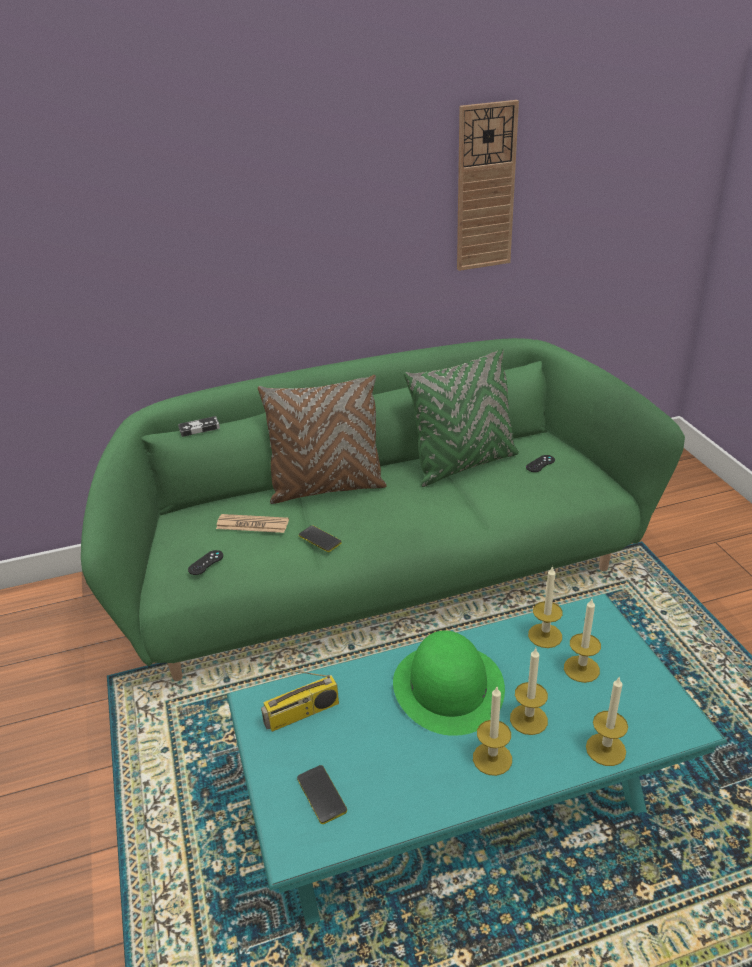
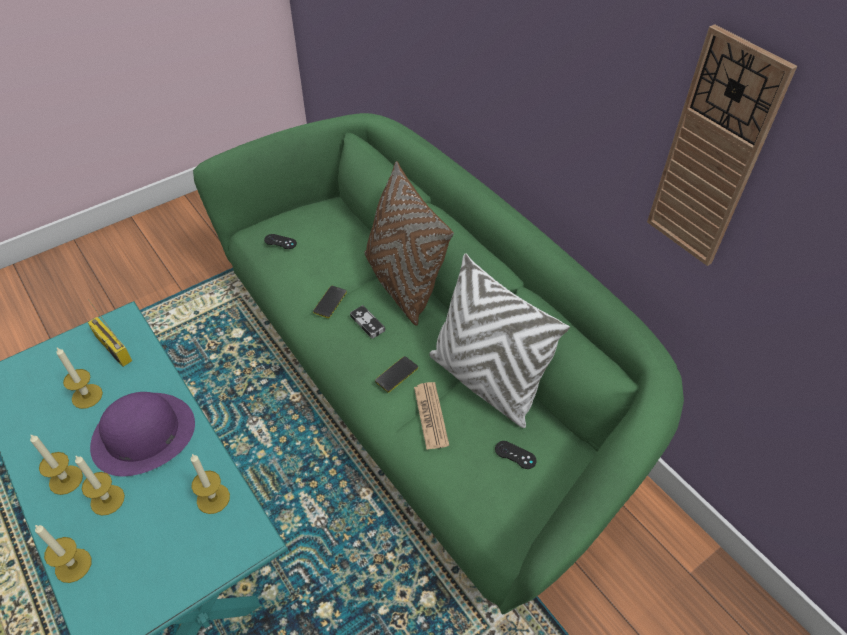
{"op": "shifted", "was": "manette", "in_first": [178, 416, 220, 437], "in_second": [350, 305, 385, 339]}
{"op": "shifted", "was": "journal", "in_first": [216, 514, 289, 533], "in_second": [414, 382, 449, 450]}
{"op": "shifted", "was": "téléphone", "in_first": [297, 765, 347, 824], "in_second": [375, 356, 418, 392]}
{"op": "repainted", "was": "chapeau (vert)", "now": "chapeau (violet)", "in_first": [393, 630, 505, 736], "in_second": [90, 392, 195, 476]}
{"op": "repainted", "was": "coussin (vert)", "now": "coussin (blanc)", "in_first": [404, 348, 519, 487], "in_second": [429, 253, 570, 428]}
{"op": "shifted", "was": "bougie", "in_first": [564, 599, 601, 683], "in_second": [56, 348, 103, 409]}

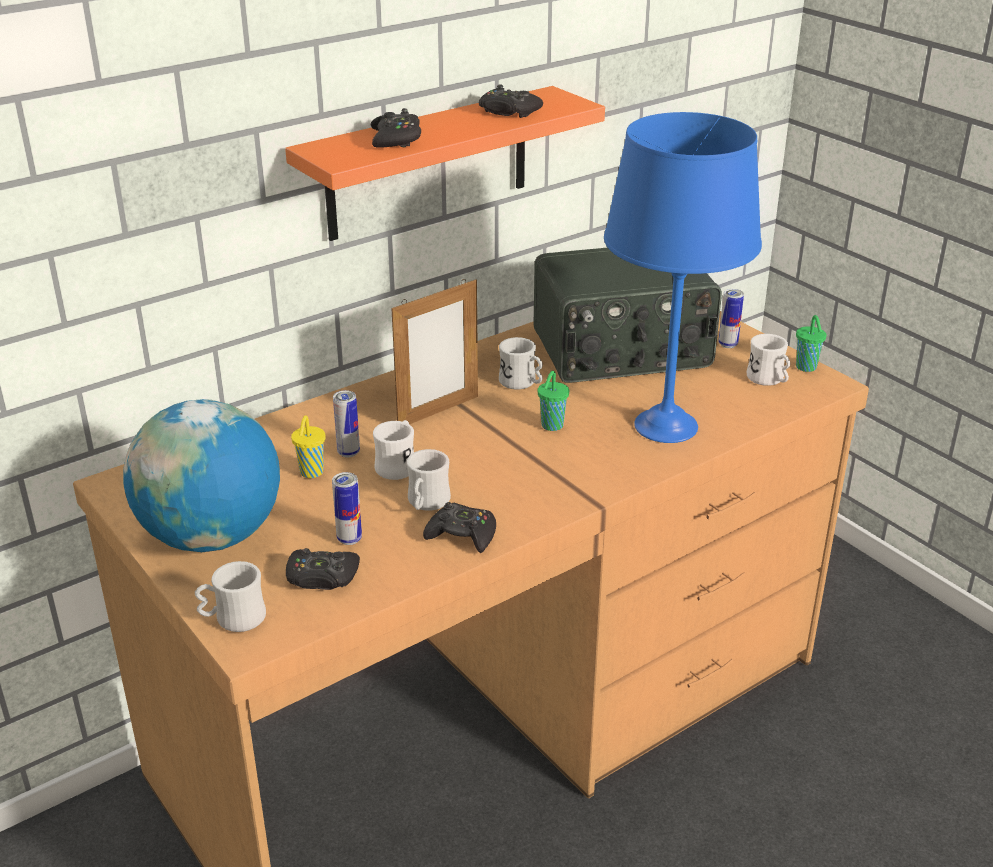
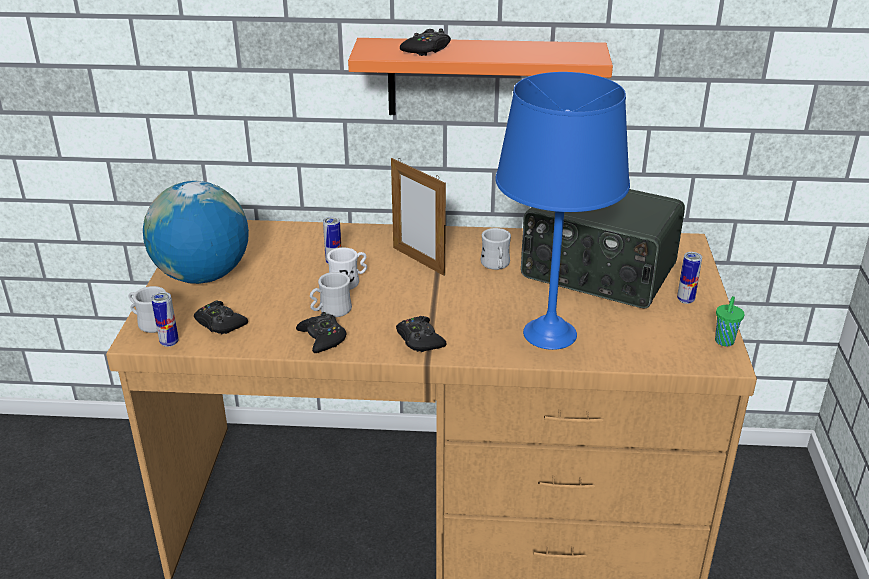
{"op": "gone", "was": "tasse (jaune)", "in_first": [291, 416, 325, 478]}
{"op": "shifted", "was": "boîte métallique", "in_first": [332, 472, 362, 545], "in_second": [151, 292, 179, 347]}
{"op": "rotated", "was": "cadre photo", "in_first": [391, 279, 478, 424], "in_second": [391, 158, 446, 276], "clockwise": 45}
{"op": "shifted", "was": "manette (noir)", "in_first": [479, 84, 543, 118], "in_second": [396, 316, 447, 352]}
{"op": "gone", "was": "tasse (vert)", "in_first": [538, 371, 569, 431]}
{"op": "gone", "was": "mug (blanc)", "in_first": [747, 334, 790, 386]}

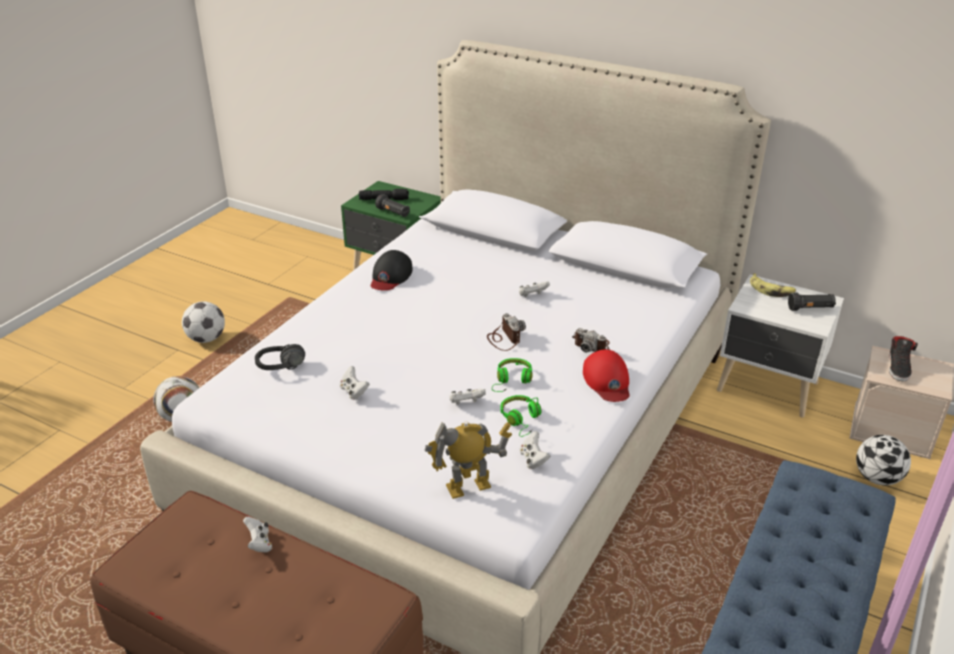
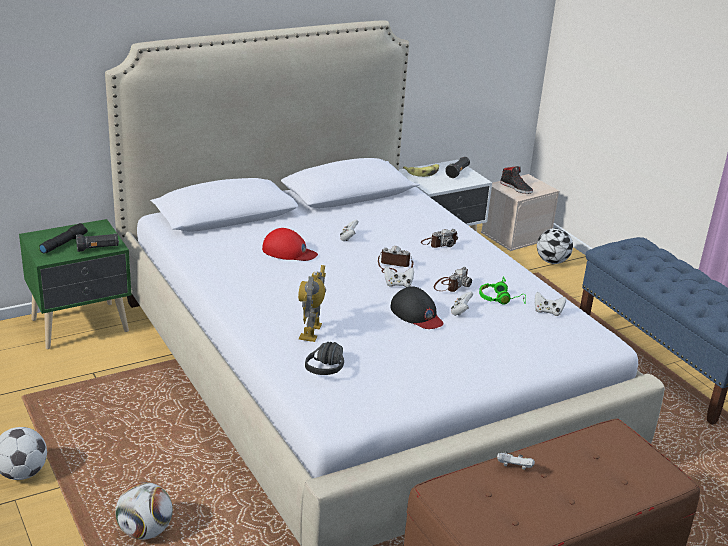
{"op": "shifted", "was": "manette (blanc)", "in_first": [340, 366, 369, 400], "in_second": [384, 267, 414, 287]}
{"op": "shifted", "was": "casquette (noir)", "in_first": [371, 250, 412, 291], "in_second": [391, 286, 443, 329]}
{"op": "shifted", "was": "robot jouet", "in_first": [425, 421, 512, 499], "in_second": [298, 265, 326, 342]}
{"op": "swapped", "was": "casque audio (vert)", "now": "appareil photo", "in_first": [492, 358, 532, 392], "in_second": [434, 267, 472, 292]}
{"op": "shifted", "was": "casquette (rouge)", "in_first": [583, 349, 629, 402], "in_second": [262, 228, 318, 261]}

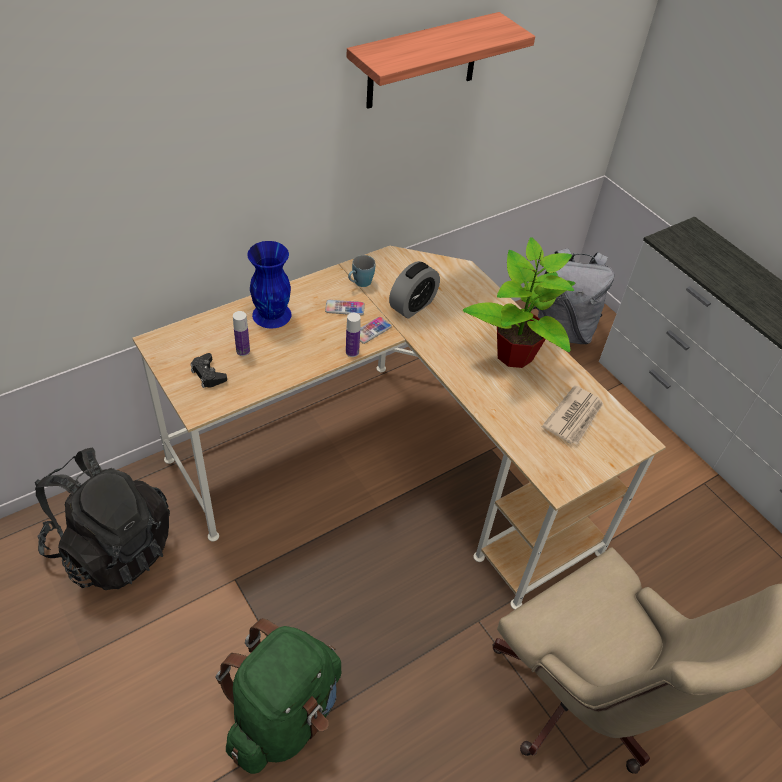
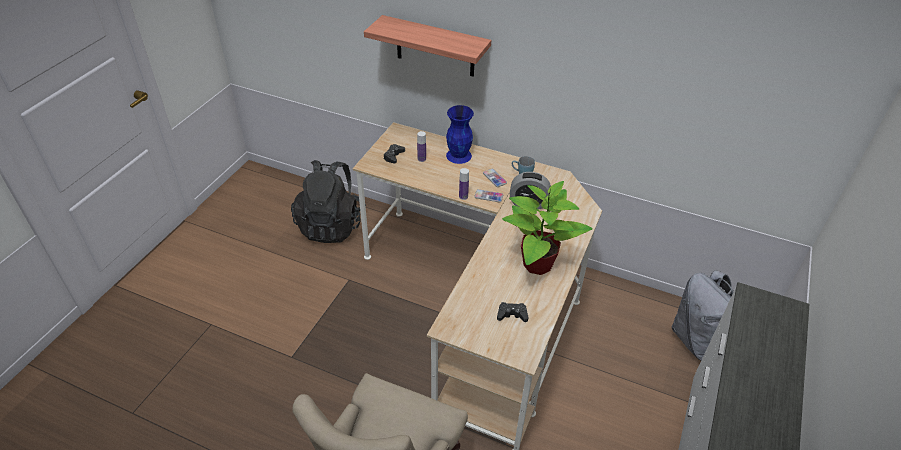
{"op": "gone", "was": "sac à dos (vert)", "in_first": [215, 618, 341, 774]}
{"op": "shifted", "was": "étagère", "in_first": [347, 12, 535, 109], "in_second": [364, 15, 491, 76]}
{"op": "swapped", "was": "journal", "now": "manette (noir)", "in_first": [542, 385, 603, 445], "in_second": [497, 302, 528, 322]}

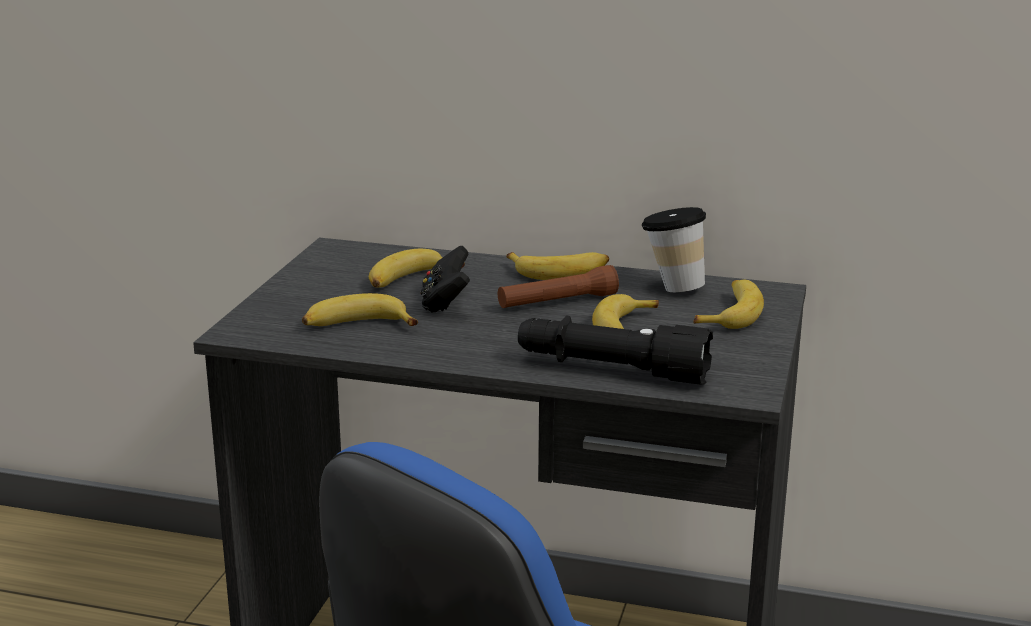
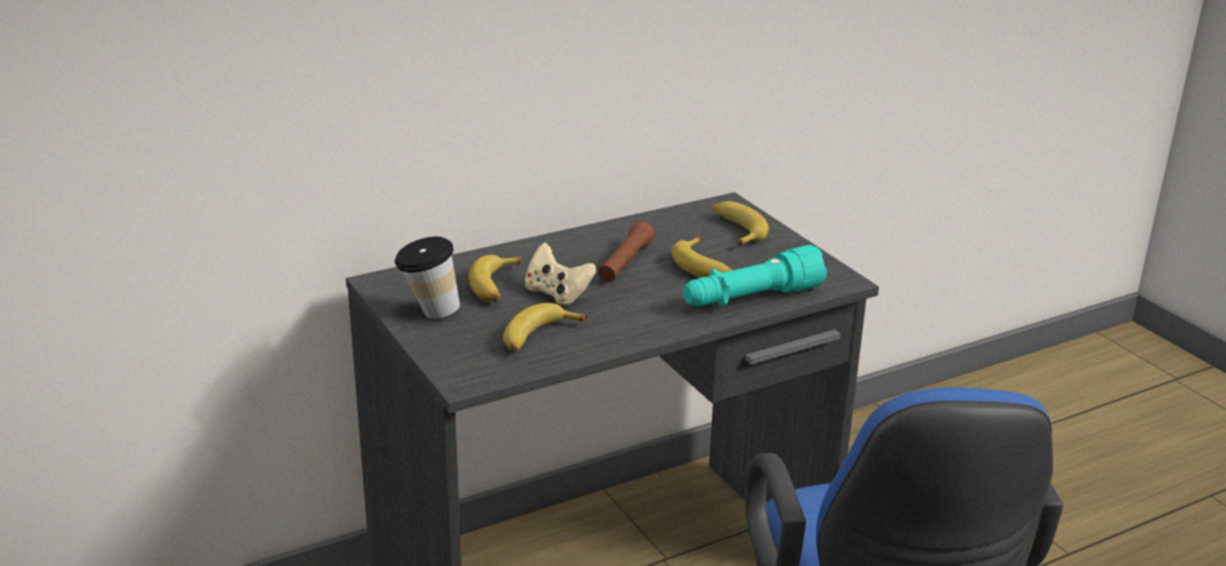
{"op": "repainted", "was": "manette (noir)", "now": "manette (beige)", "in_first": [420, 246, 470, 312], "in_second": [525, 242, 597, 305]}
{"op": "gone", "was": "banane", "in_first": [506, 252, 609, 280]}
{"op": "repainted", "was": "lampe de poche (noir)", "now": "lampe de poche (turquoise)", "in_first": [518, 316, 713, 385], "in_second": [683, 245, 827, 307]}
{"op": "shifted", "was": "tasse", "in_first": [642, 207, 706, 292], "in_second": [395, 237, 460, 319]}

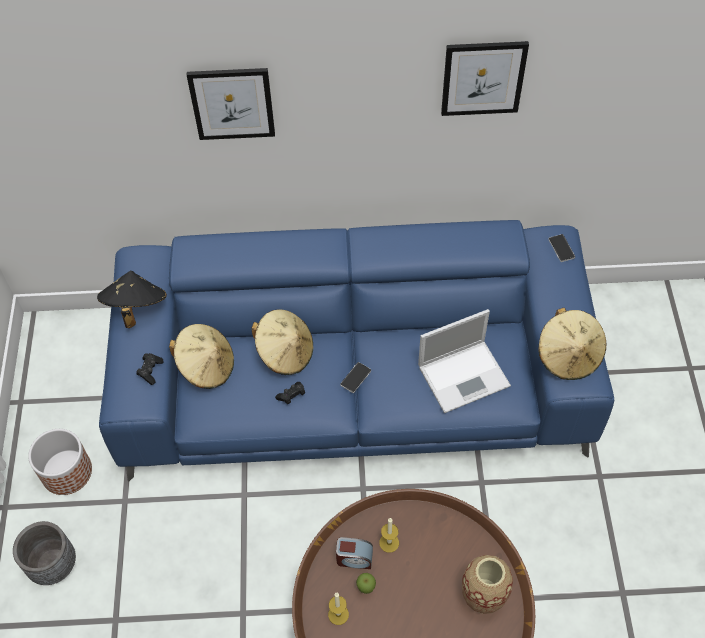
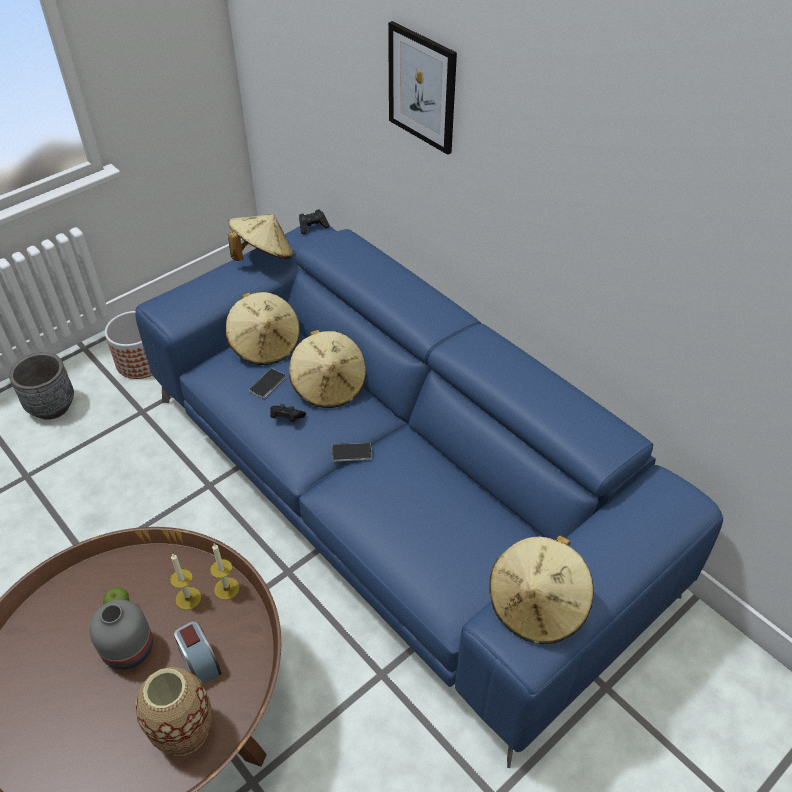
{"op": "repainted", "was": "chapeau (noir)", "now": "chapeau (beige)", "in_first": [97, 271, 167, 328], "in_second": [228, 214, 294, 261]}
{"op": "shifted", "was": "manette (noir)", "in_first": [136, 353, 164, 385], "in_second": [299, 209, 329, 234]}
{"op": "shifted", "was": "bougie", "in_first": [328, 593, 349, 625], "in_second": [210, 544, 240, 600]}
{"op": "shifted", "was": "réveil", "in_first": [336, 537, 373, 569], "in_second": [174, 621, 222, 684]}
{"op": "gone", "was": "ordinateur portable", "in_first": [418, 309, 511, 413]}
{"op": "gone", "was": "tableau", "in_first": [441, 41, 529, 116]}
{"op": "shifted", "was": "téléphone", "in_first": [548, 234, 575, 262], "in_second": [249, 368, 286, 398]}
{"op": "new", "now": "vase (gris)", "in_second": [89, 600, 153, 670]}

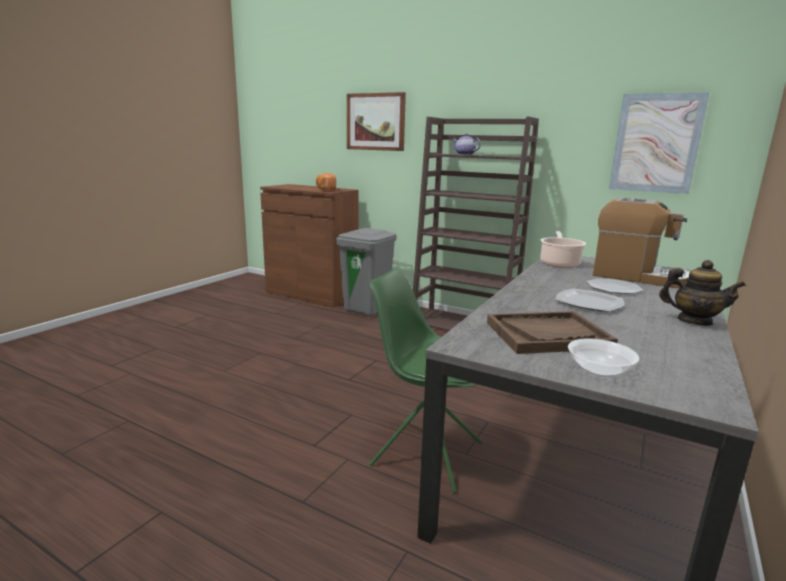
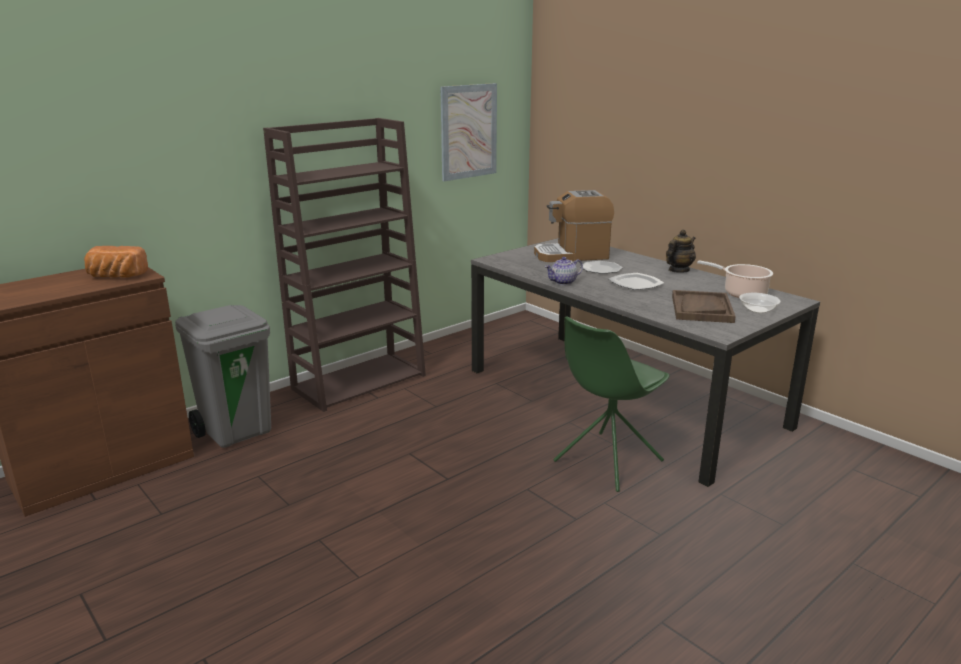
{"op": "gone", "was": "tableau", "in_first": [347, 92, 406, 151]}
{"op": "shifted", "was": "théière", "in_first": [453, 134, 481, 155], "in_second": [545, 257, 583, 285]}
{"op": "shifted", "was": "marmite", "in_first": [540, 231, 586, 268], "in_second": [697, 260, 773, 298]}
{"op": "rotated", "was": "machine à café", "in_first": [593, 198, 690, 289], "in_second": [534, 190, 614, 262], "clockwise": -150}

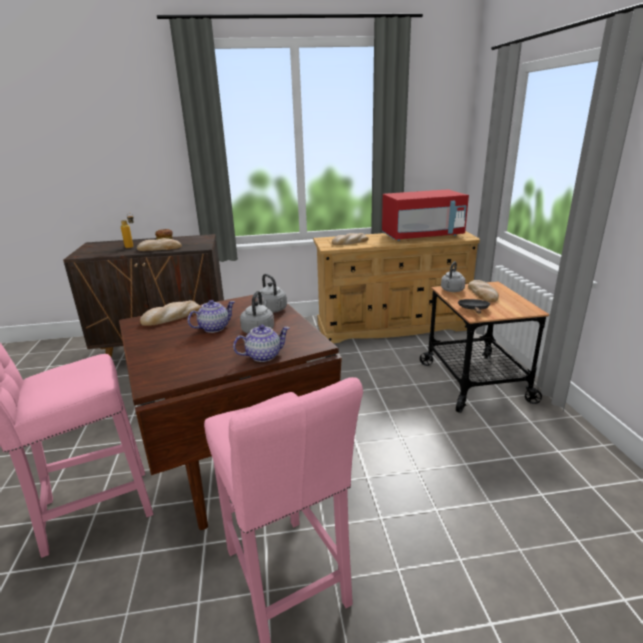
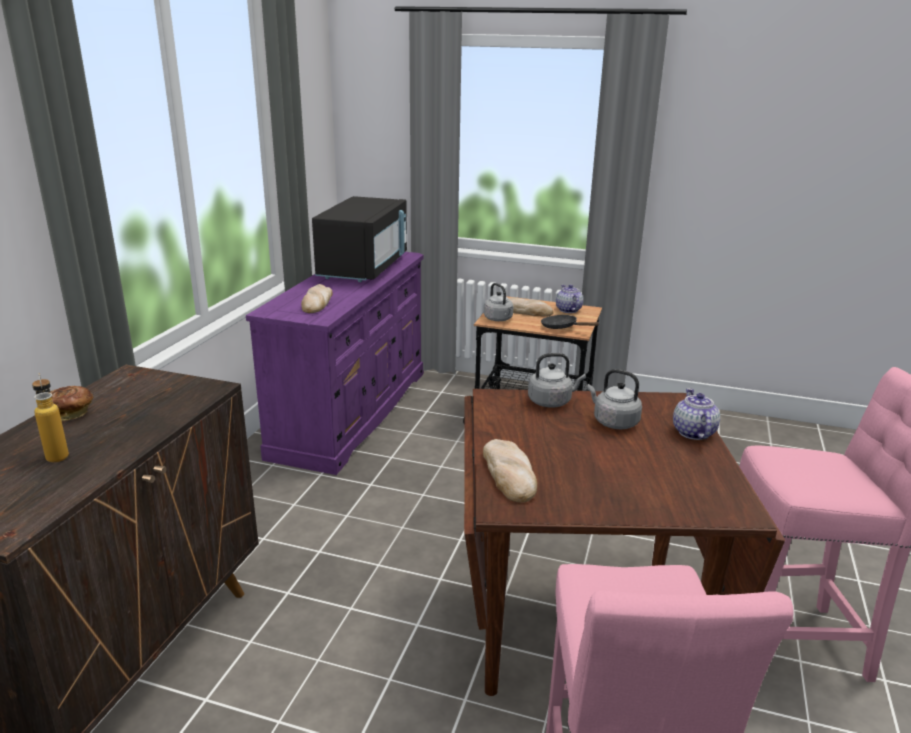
{"op": "gone", "was": "pain", "in_first": [137, 238, 182, 251]}
{"op": "shifted", "was": "théière", "in_first": [188, 300, 235, 333], "in_second": [556, 285, 583, 313]}
{"op": "repainted", "was": "commode (beige)", "now": "commode (violet)", "in_first": [313, 231, 480, 343], "in_second": [246, 252, 424, 475]}
{"op": "repainted", "was": "micro-ondes (rouge)", "now": "micro-ondes (noir)", "in_first": [382, 189, 469, 241], "in_second": [312, 196, 407, 282]}

